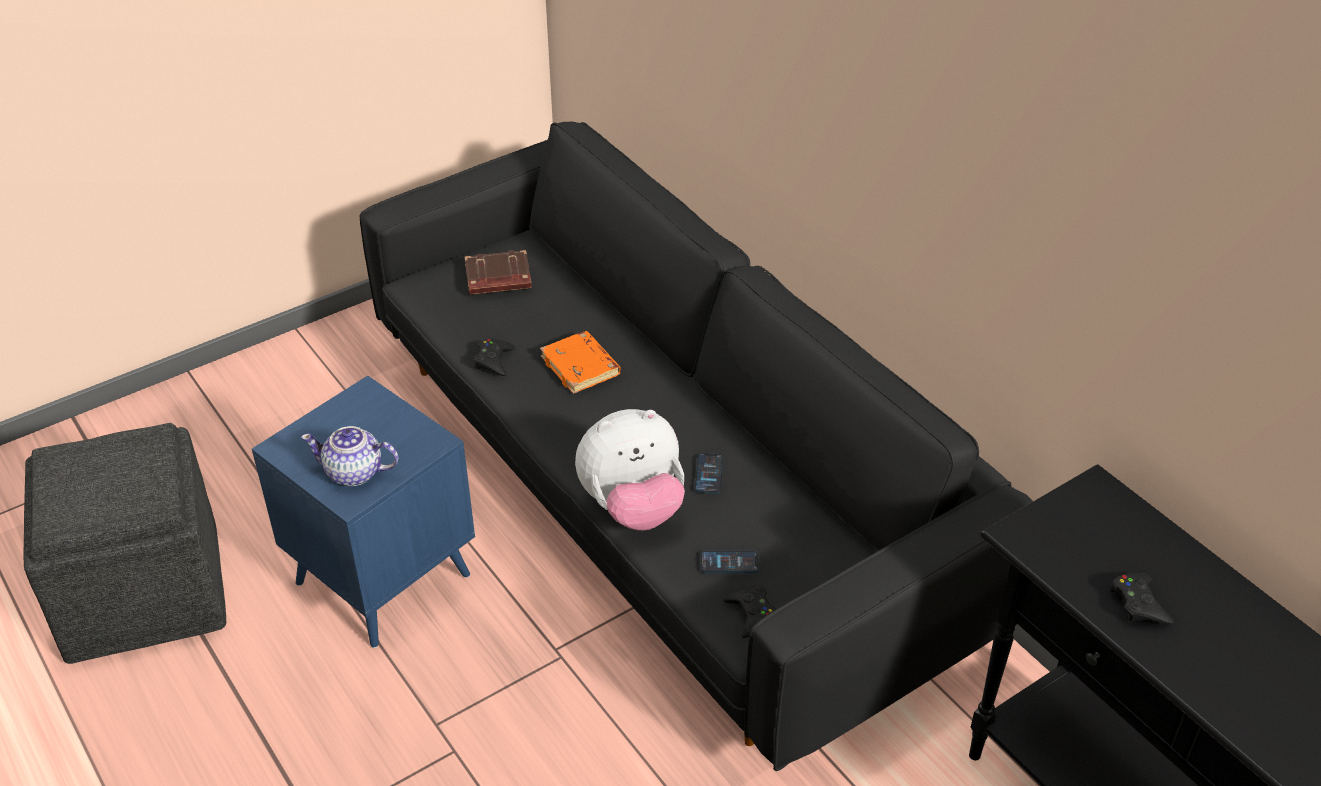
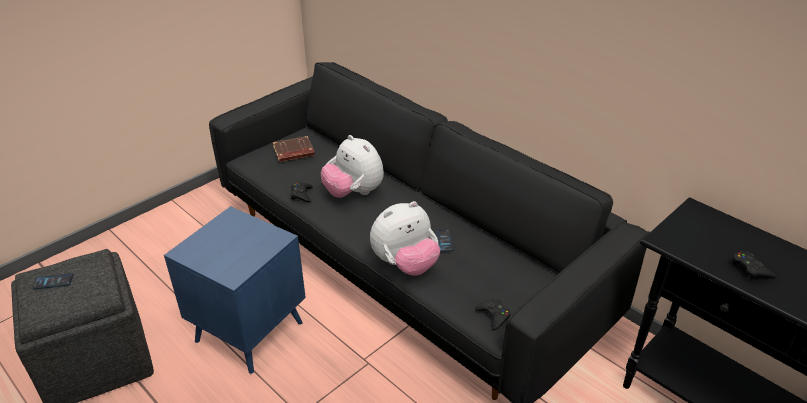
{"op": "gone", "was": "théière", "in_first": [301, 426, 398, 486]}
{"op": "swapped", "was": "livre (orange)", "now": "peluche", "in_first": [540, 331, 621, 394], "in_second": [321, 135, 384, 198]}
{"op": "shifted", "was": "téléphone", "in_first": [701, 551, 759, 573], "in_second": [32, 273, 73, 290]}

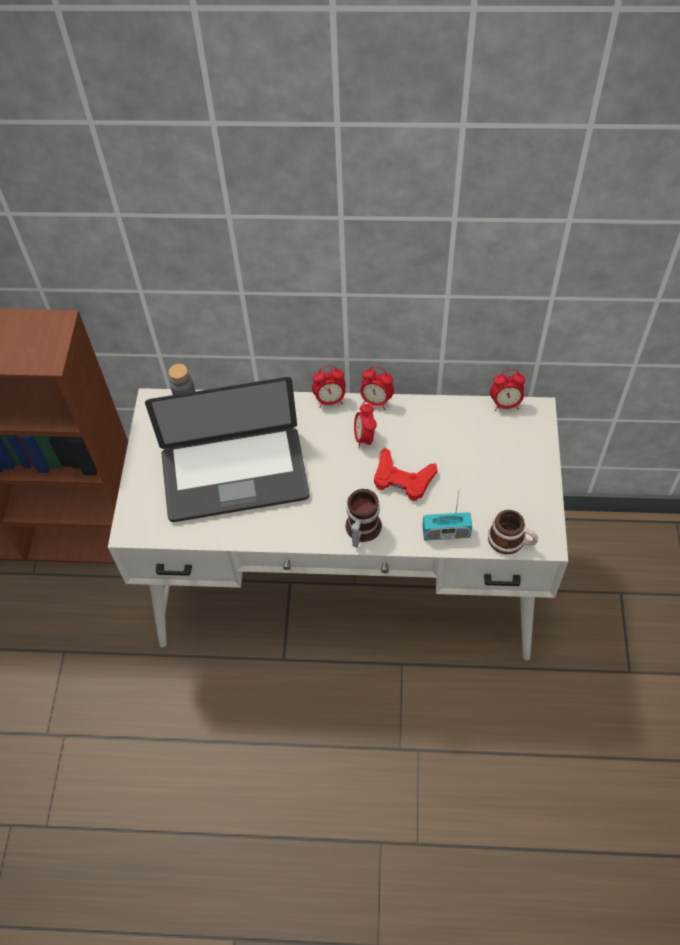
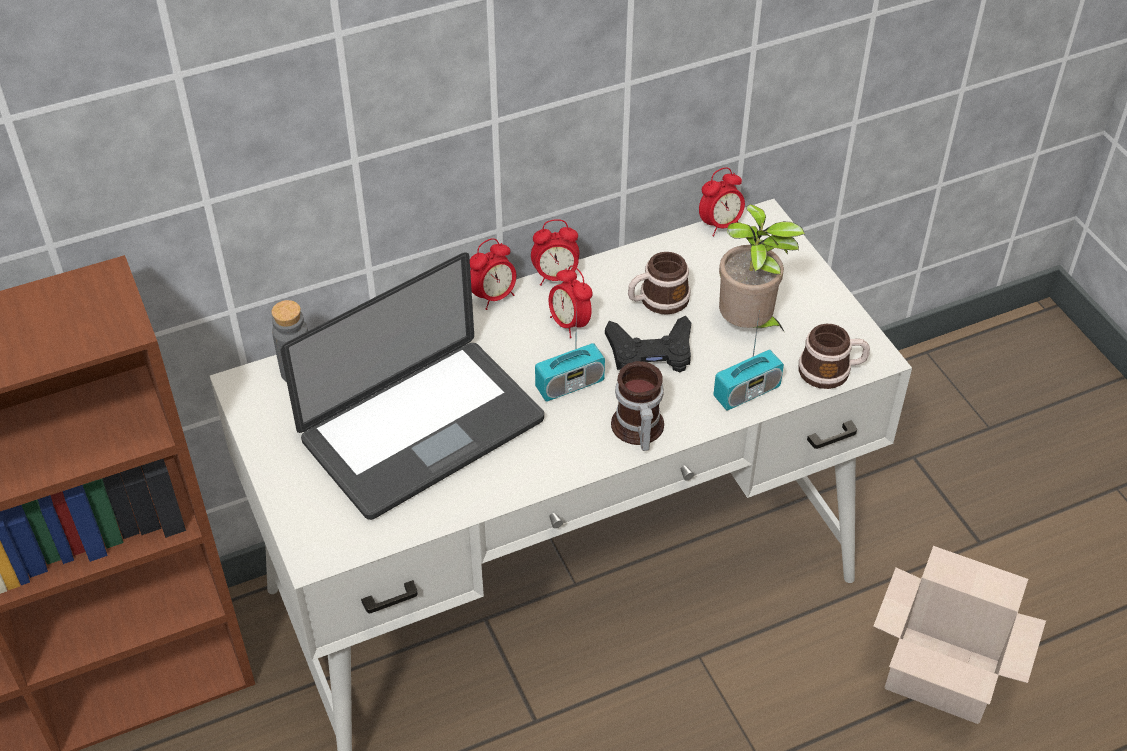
{"op": "repainted", "was": "manette (rouge)", "now": "manette (noir)", "in_first": [374, 448, 437, 501], "in_second": [605, 316, 691, 372]}
{"op": "new", "now": "radio", "in_second": [535, 303, 605, 402]}
{"op": "new", "now": "mug", "in_second": [628, 252, 691, 315]}
{"op": "new", "now": "plante en pot", "in_second": [719, 204, 805, 331]}
{"op": "new", "now": "carton", "in_second": [873, 546, 1046, 724]}

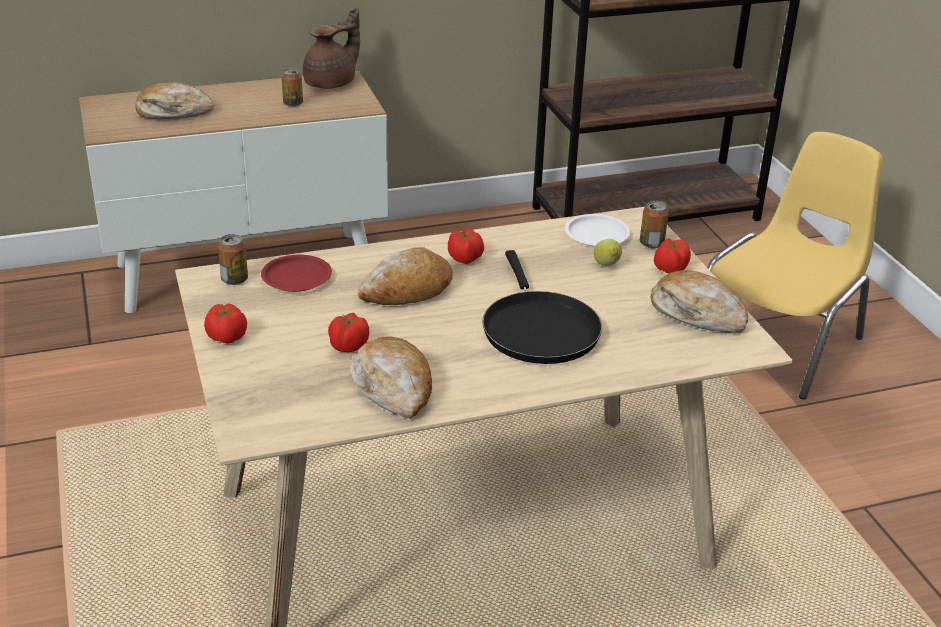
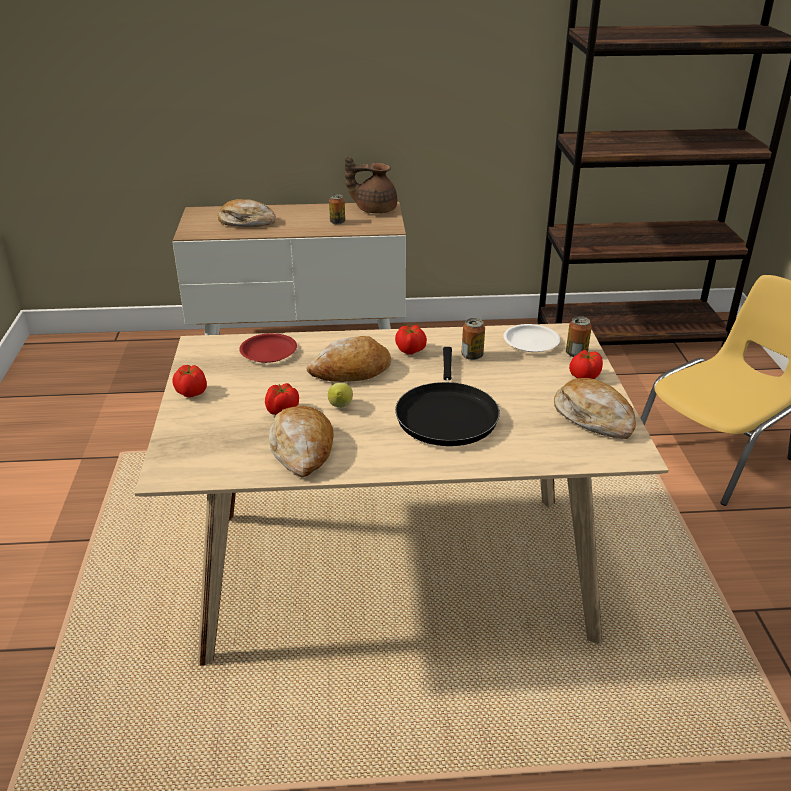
{"op": "shifted", "was": "boîte métallique", "in_first": [218, 234, 248, 285], "in_second": [461, 318, 485, 360]}
{"op": "rotated", "was": "théière (marron)", "in_first": [303, 8, 360, 89], "in_second": [345, 156, 397, 214], "clockwise": -150}
{"op": "shifted", "was": "citron", "in_first": [594, 239, 622, 266], "in_second": [328, 383, 353, 408]}

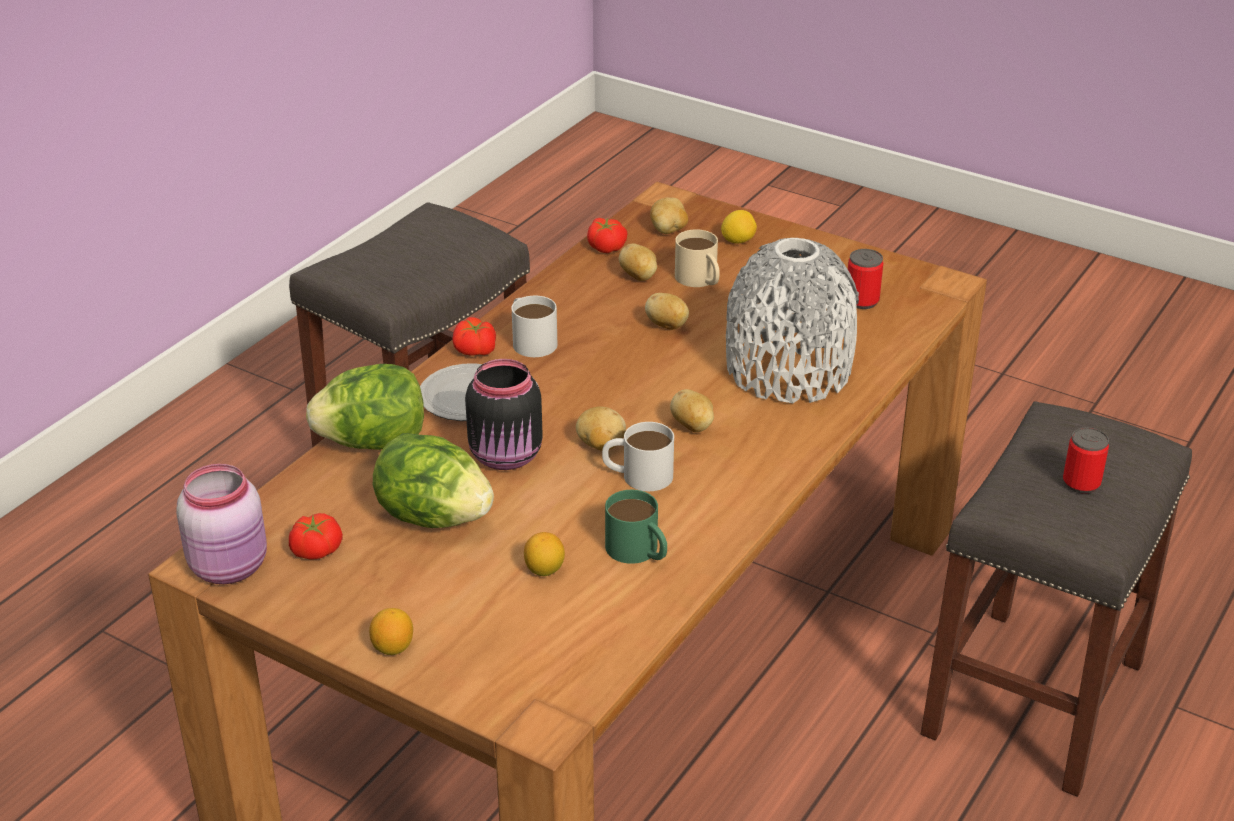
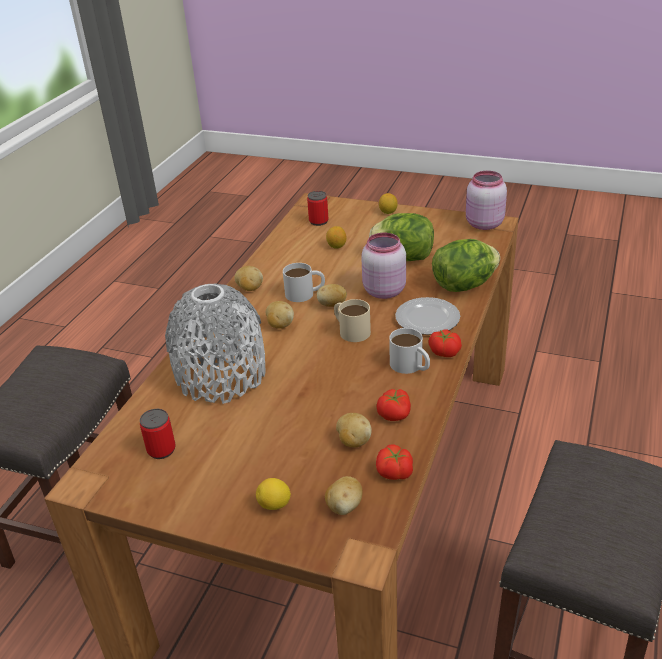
{"op": "shifted", "was": "tomate", "in_first": [289, 513, 343, 560], "in_second": [377, 389, 411, 421]}
{"op": "repainted", "was": "bocal (noir)", "now": "bocal (rose)", "in_first": [465, 359, 543, 470], "in_second": [361, 233, 406, 299]}
{"op": "gone", "was": "mug (vert)", "in_first": [605, 490, 667, 564]}
{"op": "shifted", "was": "pomme de terre", "in_first": [645, 293, 689, 330], "in_second": [234, 266, 263, 291]}
{"op": "shifted", "was": "mug (beige)", "in_first": [675, 229, 720, 287], "in_second": [334, 299, 371, 342]}
{"op": "shifted", "was": "boîte métallique", "in_first": [1063, 427, 1109, 494], "in_second": [307, 191, 328, 226]}

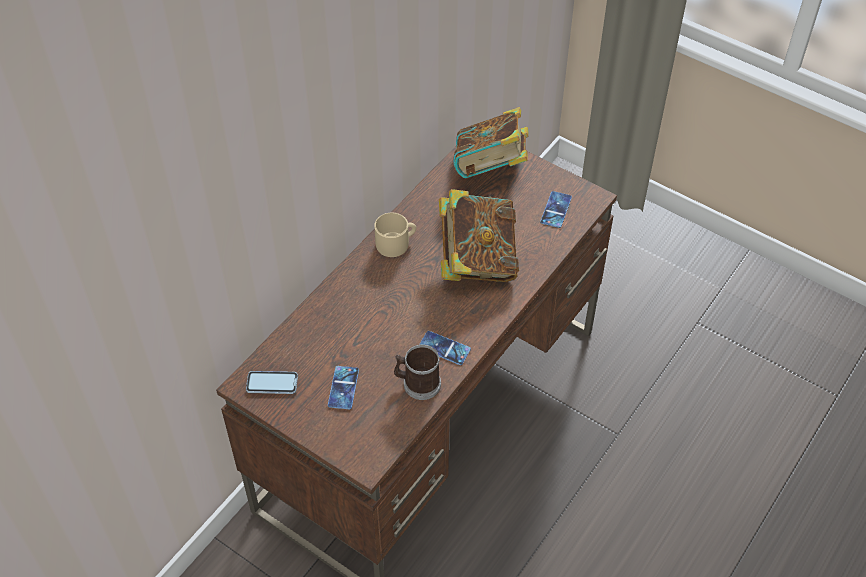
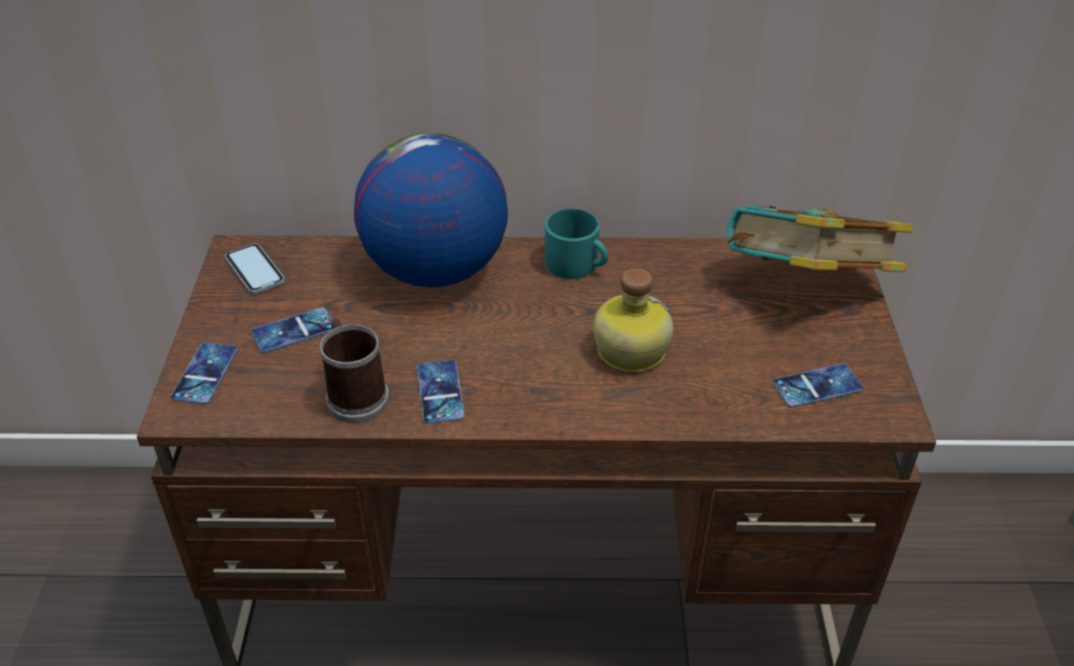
{"op": "repainted", "was": "mug (beige)", "now": "mug (turquoise)", "in_first": [374, 213, 416, 257], "in_second": [545, 209, 608, 279]}
{"op": "swapped", "was": "livre", "now": "bouteille", "in_first": [439, 189, 519, 282], "in_second": [593, 268, 673, 372]}
{"op": "new", "now": "téléphone", "in_second": [171, 342, 238, 404]}
{"op": "new", "now": "globe", "in_second": [354, 133, 508, 288]}

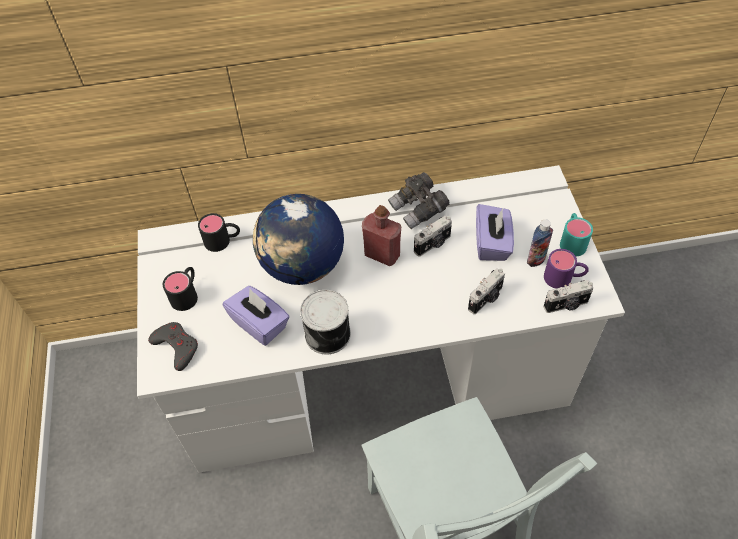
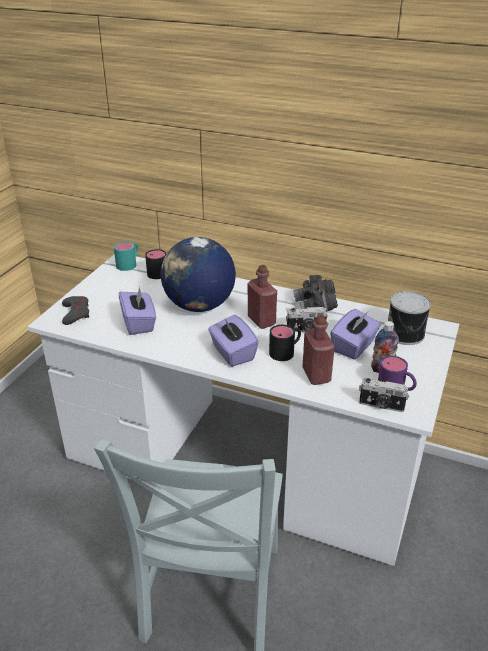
{"op": "shifted", "was": "mug (noir)", "in_first": [163, 267, 198, 311], "in_second": [269, 325, 301, 361]}
{"op": "shifted", "was": "boîte métallique", "in_first": [300, 290, 351, 355], "in_second": [388, 291, 431, 345]}
{"op": "swapped", "was": "appareil photo", "now": "bouteille (rouge)", "in_first": [468, 268, 505, 314], "in_second": [302, 315, 335, 385]}
{"op": "shifted", "was": "mug (turquoise)", "in_first": [560, 213, 593, 257], "in_second": [114, 242, 139, 271]}
{"op": "new", "now": "boîte à mouchoirs (violet)", "in_second": [208, 315, 259, 367]}

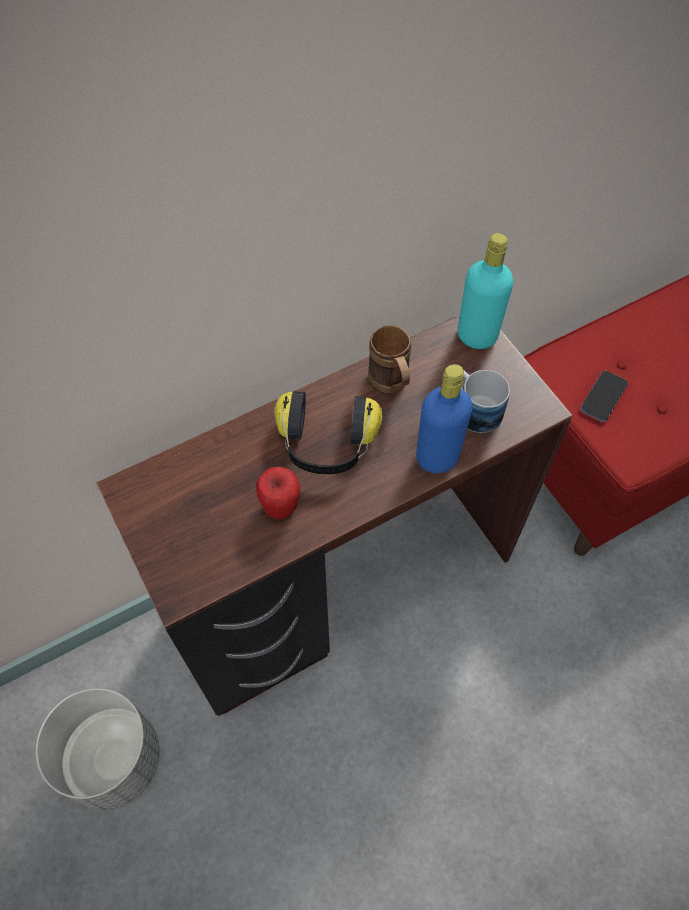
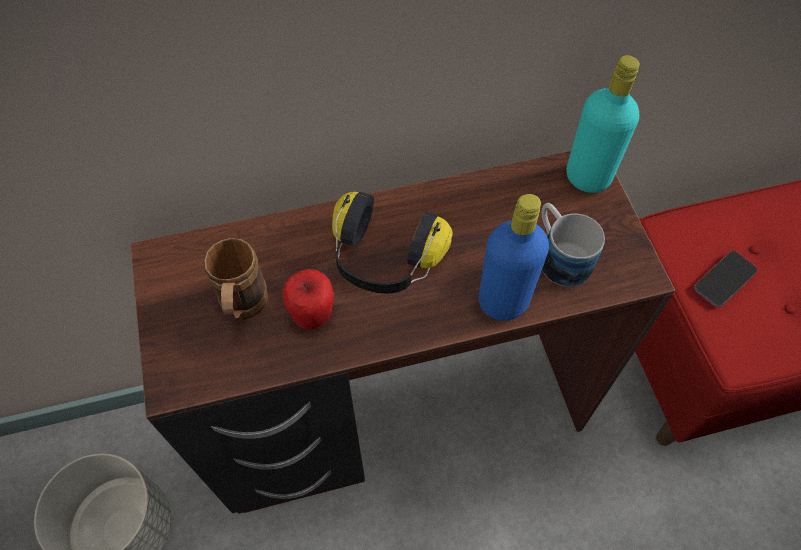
{"op": "shifted", "was": "mug (marron)", "in_first": [368, 325, 411, 395], "in_second": [204, 238, 268, 320]}

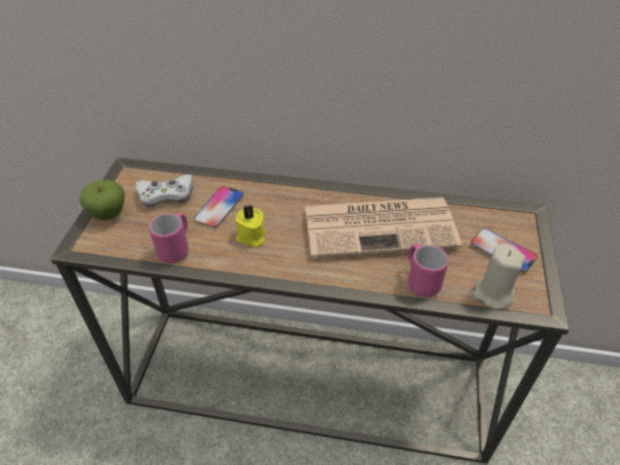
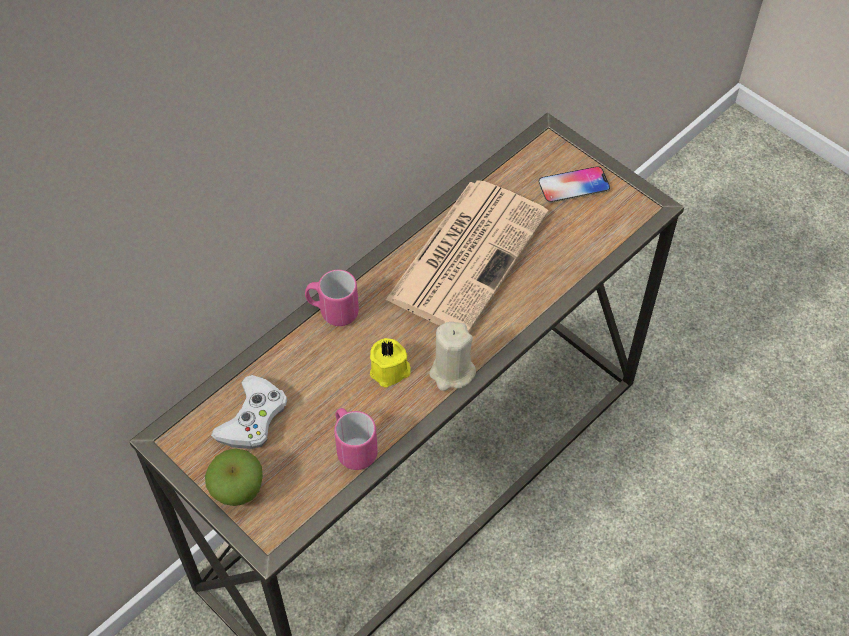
{"op": "gone", "was": "téléphone", "in_first": [194, 186, 244, 228]}
{"op": "shifted", "was": "mug (rose)", "in_first": [408, 244, 449, 297], "in_second": [305, 270, 359, 326]}
{"op": "shifted", "was": "bougie (beige)", "in_first": [473, 243, 526, 309], "in_second": [429, 322, 476, 391]}

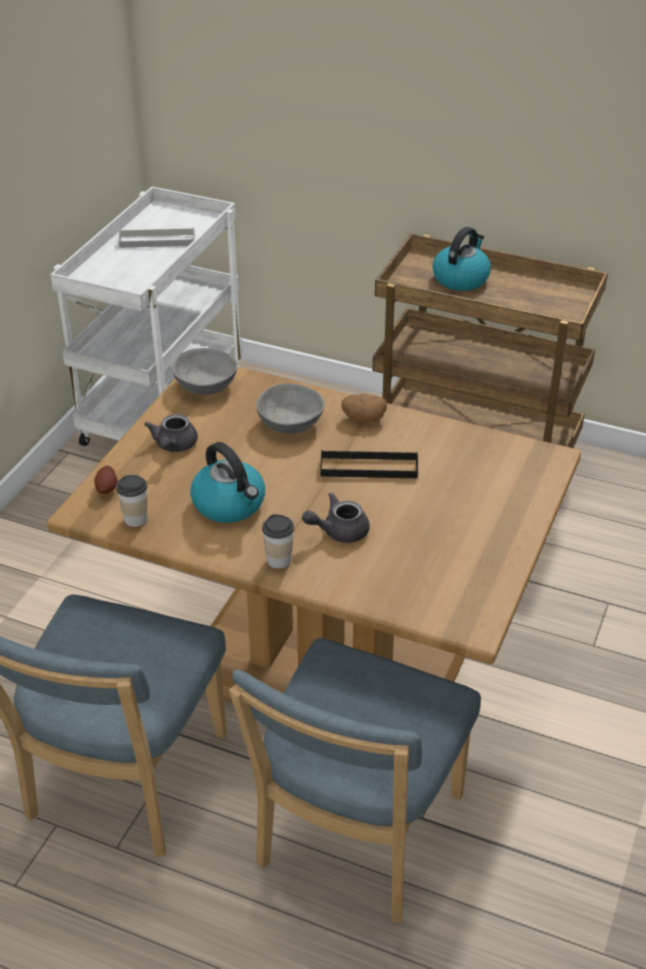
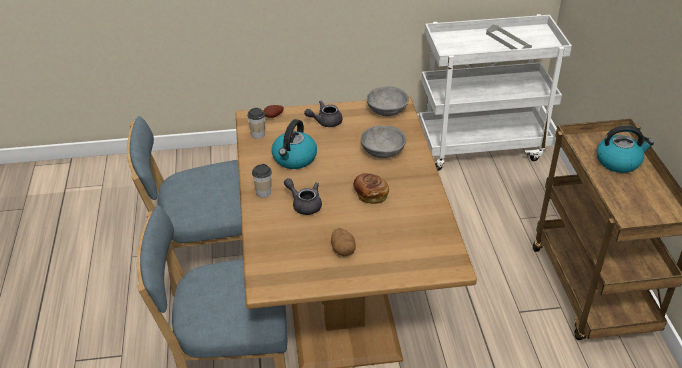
{"op": "swapped", "was": "plateau (noir)", "now": "pain", "in_first": [321, 450, 418, 478], "in_second": [353, 173, 389, 204]}
{"op": "shifted", "was": "pomme de terre", "in_first": [342, 394, 387, 422], "in_second": [331, 228, 356, 256]}

